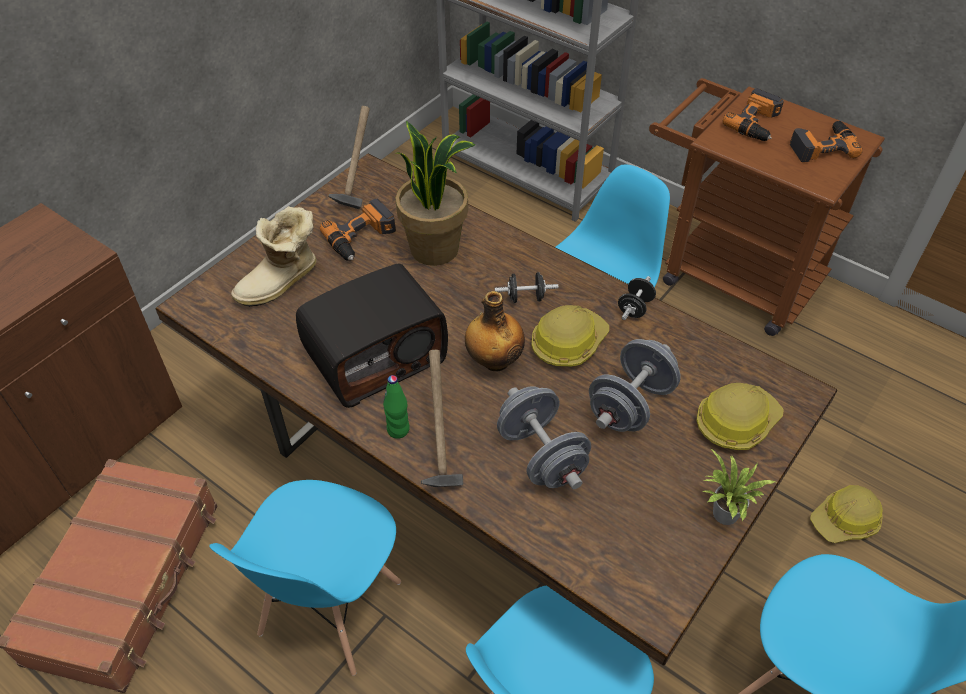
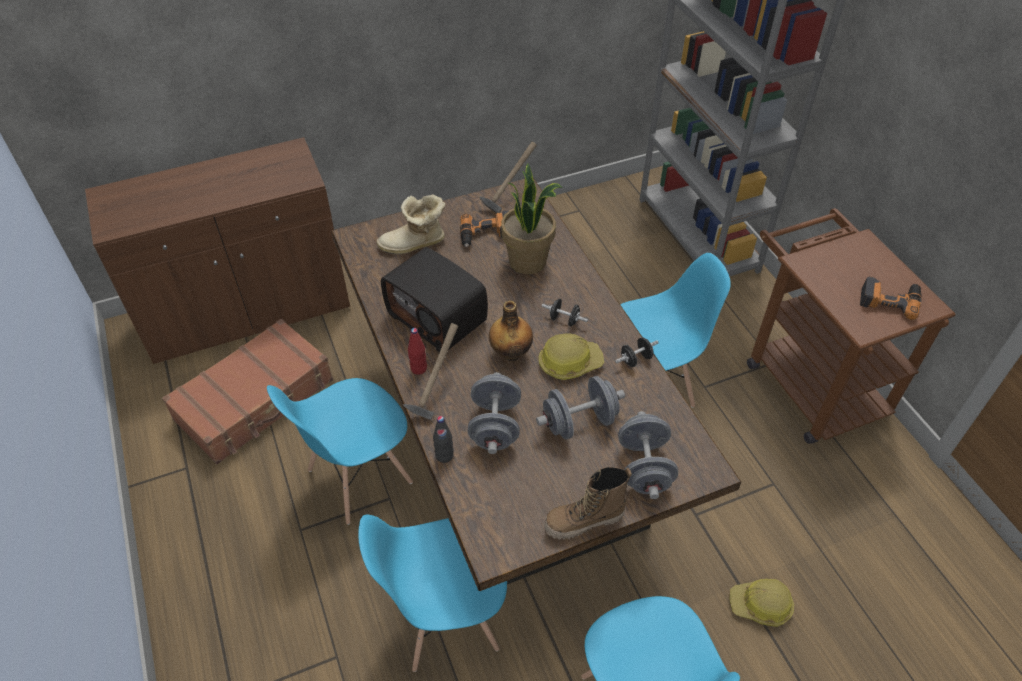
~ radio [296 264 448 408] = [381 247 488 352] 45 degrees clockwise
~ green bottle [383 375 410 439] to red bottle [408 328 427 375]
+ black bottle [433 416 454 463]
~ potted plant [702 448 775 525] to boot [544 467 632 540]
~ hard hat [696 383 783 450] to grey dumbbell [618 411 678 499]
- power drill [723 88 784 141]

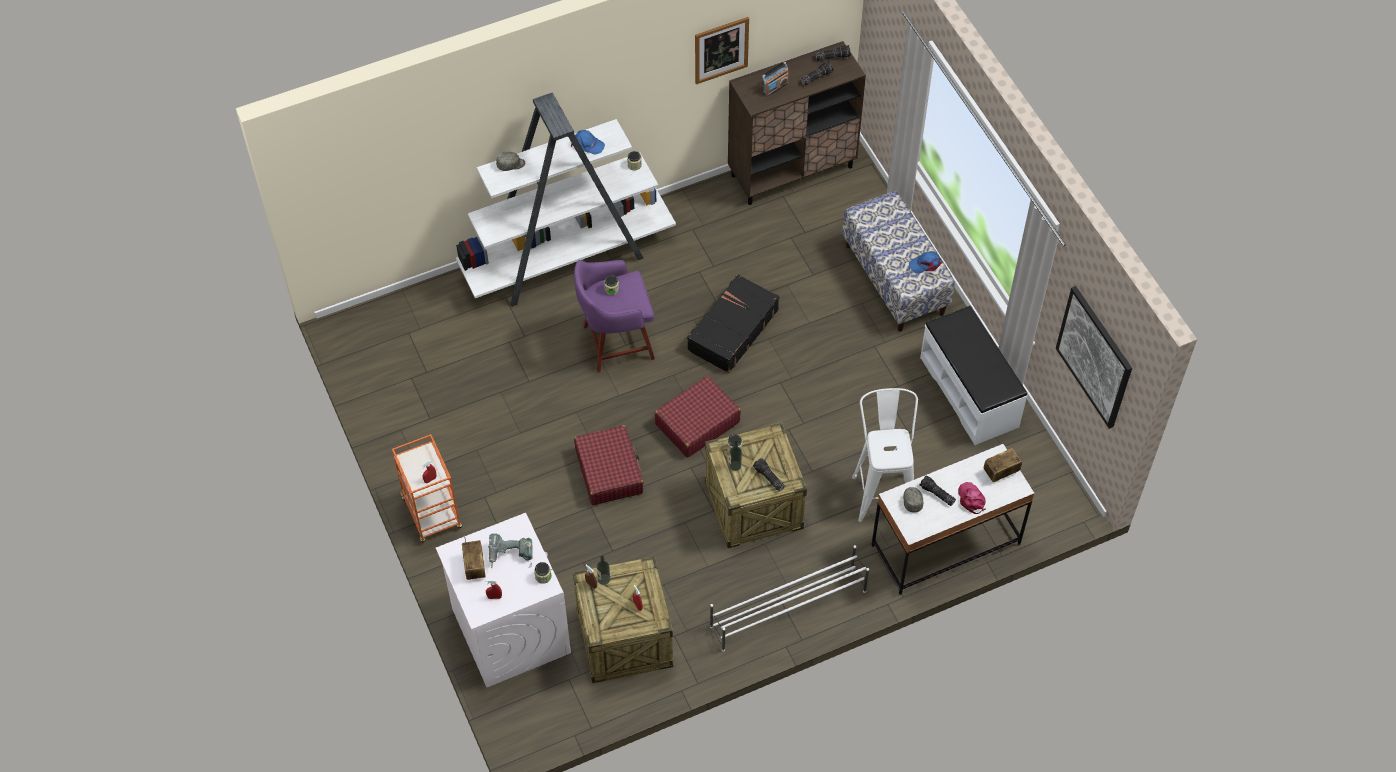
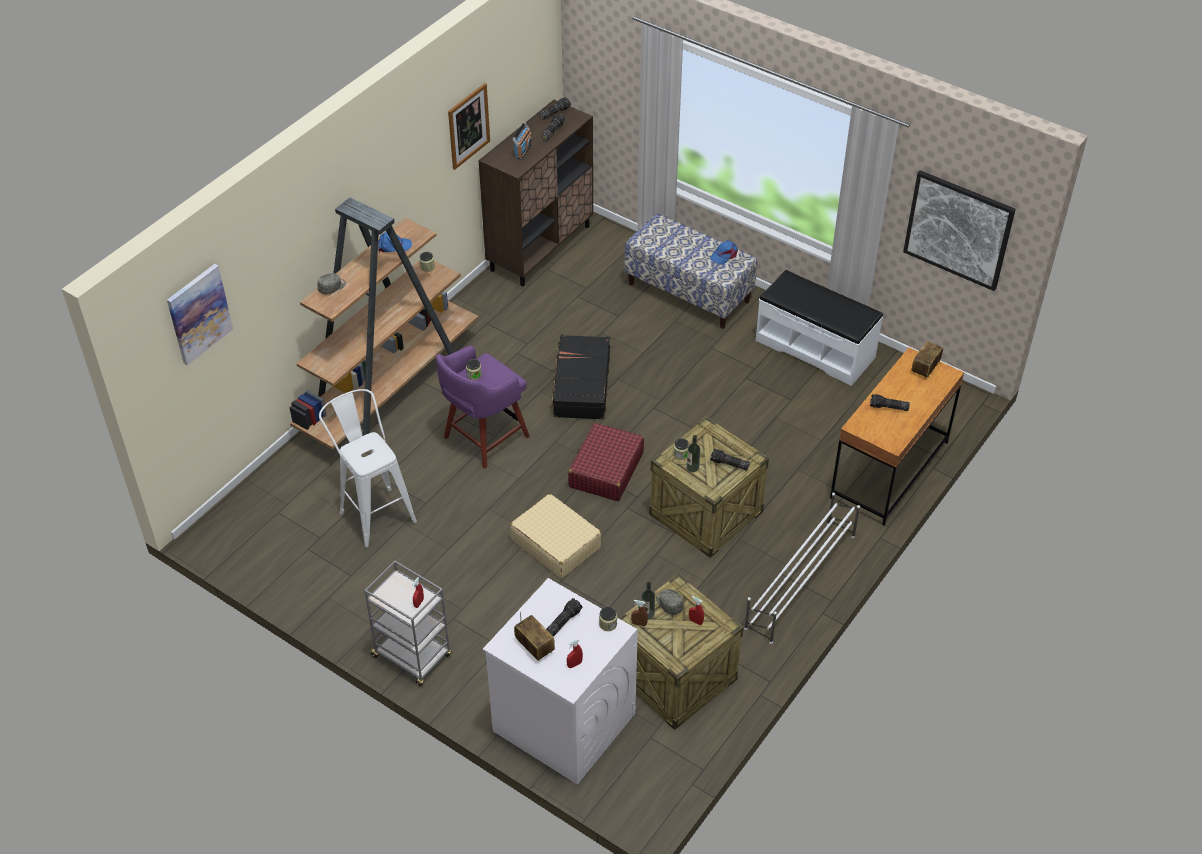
+ picture [167 264 233 365]
~ white bookcase [456 92 676 307] to brown bookcase [289 197 478 450]
~ white stool [852 388 918 522] to [319 389 417 547]
~ orange cart [392 434 462 543] to grey cart [364 561 452 686]
~ red suitcase [574 425 644 505] to beige suitcase [510 494 602 578]
~ power drill [488 533 533 569] to flashlight [546 598 582 636]
~ grey cap [903 487 923 513] to [656 589 684 615]
~ white desk [871 444 1034 595] to brown desk [830 348 964 526]
- pink cap [958 482 986 514]

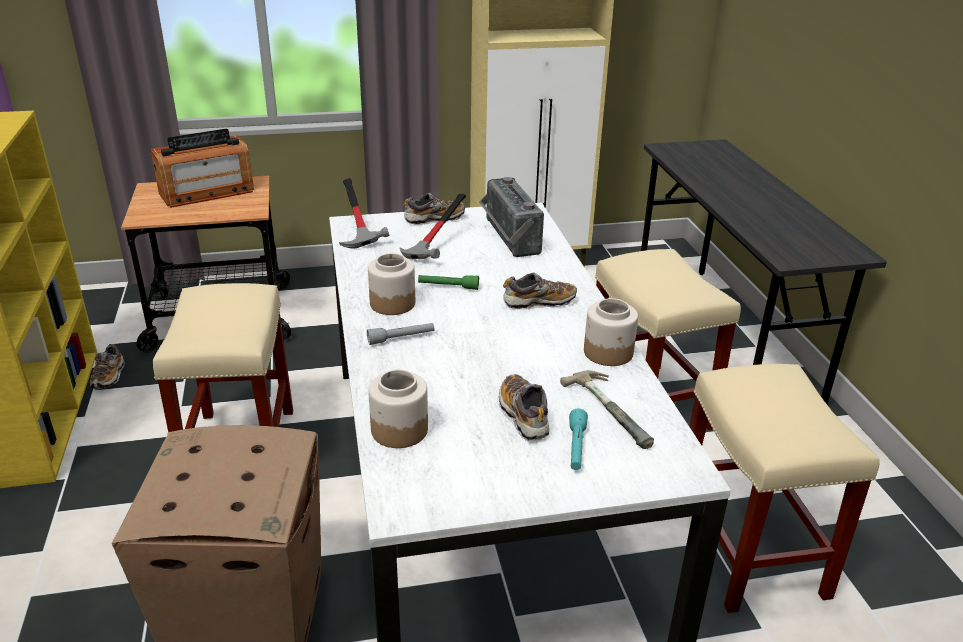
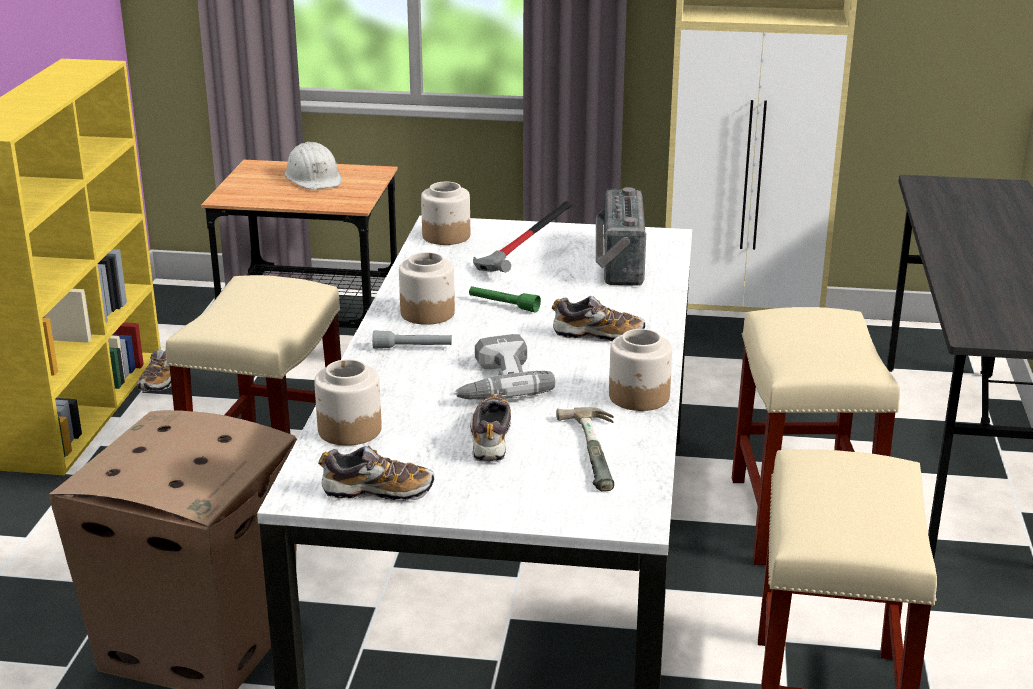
~ radio [150 129 254 208] to white hard hat [284 142 341 189]
~ shoe [403 193 465 225] to [318 446 435 501]
~ hammer [339 178 390 249] to jar [421 182 470 245]
+ power drill [454 334 555 400]
- turquoise flashlight [569 408 588 470]

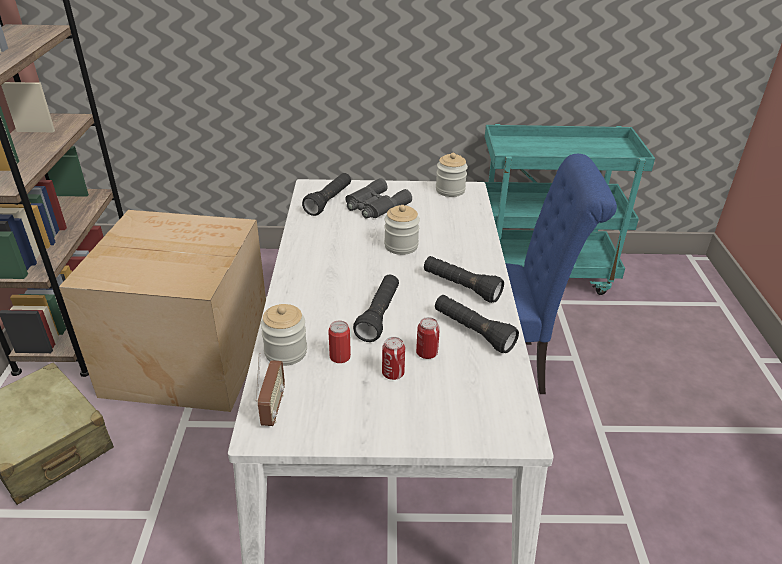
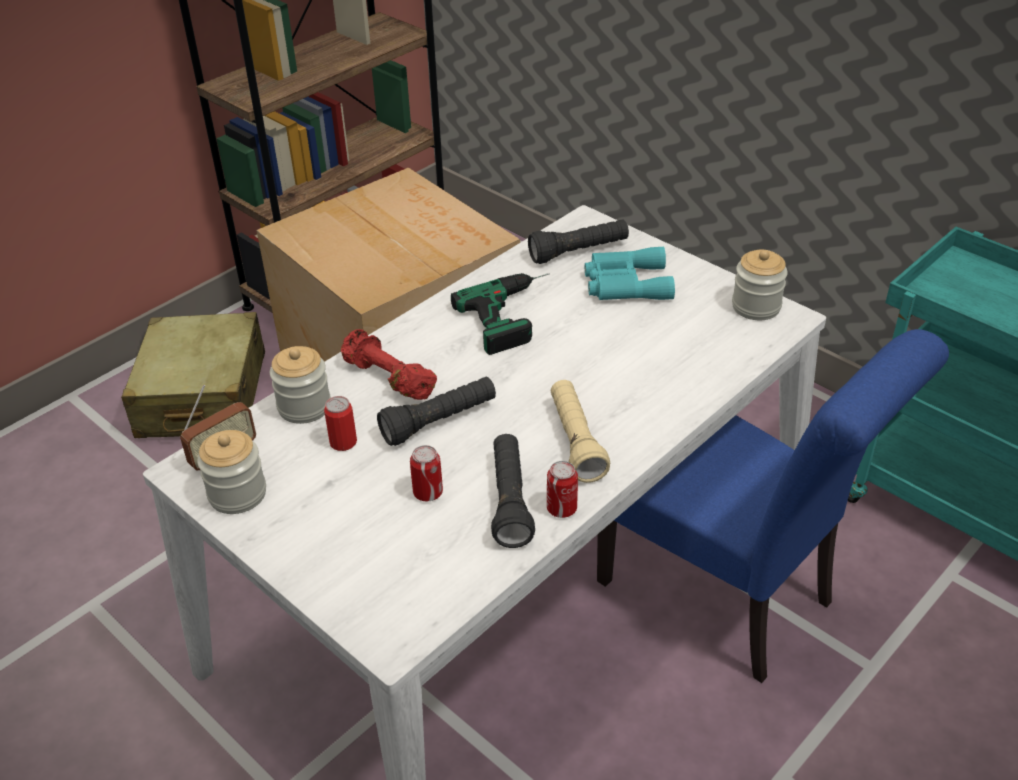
~ jar [384 205 420 255] to [197 430 266 514]
+ red dumbbell [341 329 437 400]
+ power drill [451 273 550 355]
~ can [382 337 405 380] to [547 461 578 518]
~ black flashlight [424 256 504 303] to beige flashlight [551 380 610 483]
~ grey binoculars [346 178 412 219] to turquoise binoculars [585 247 675 300]

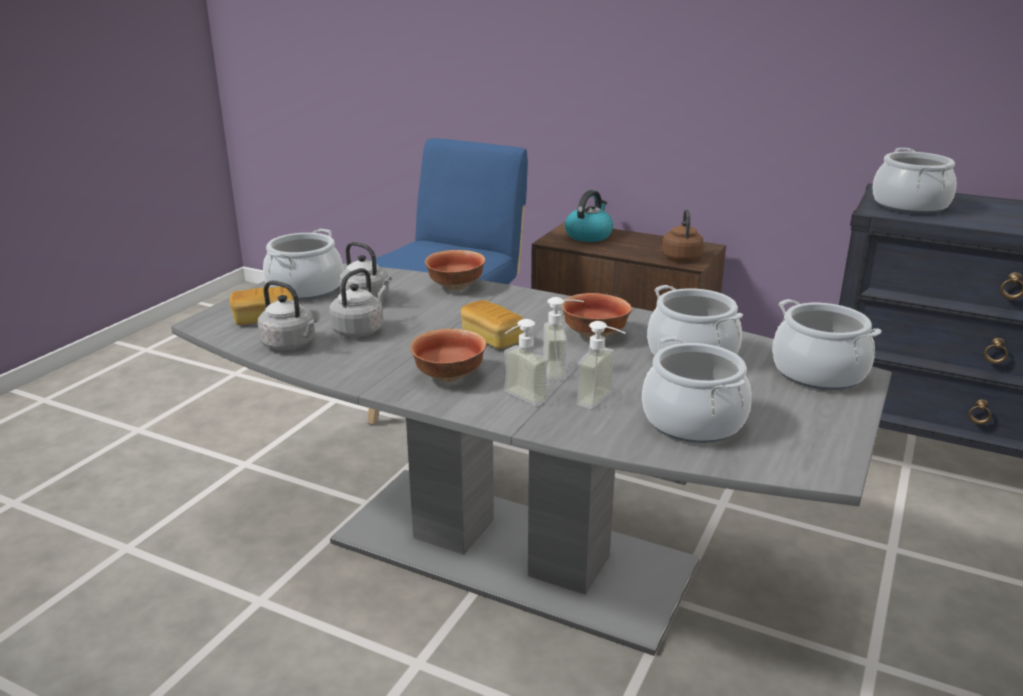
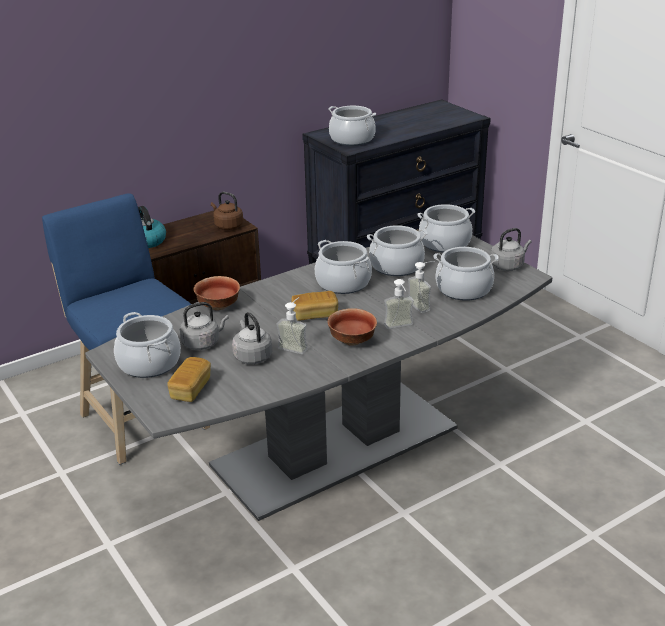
~ soap dispenser [543 297 584 380] to [276 297 308 354]
~ bowl [562 293 632 339] to cooking pot [315 240 372 294]
~ grey kettle [257 280 317 350] to [490 228 532 271]

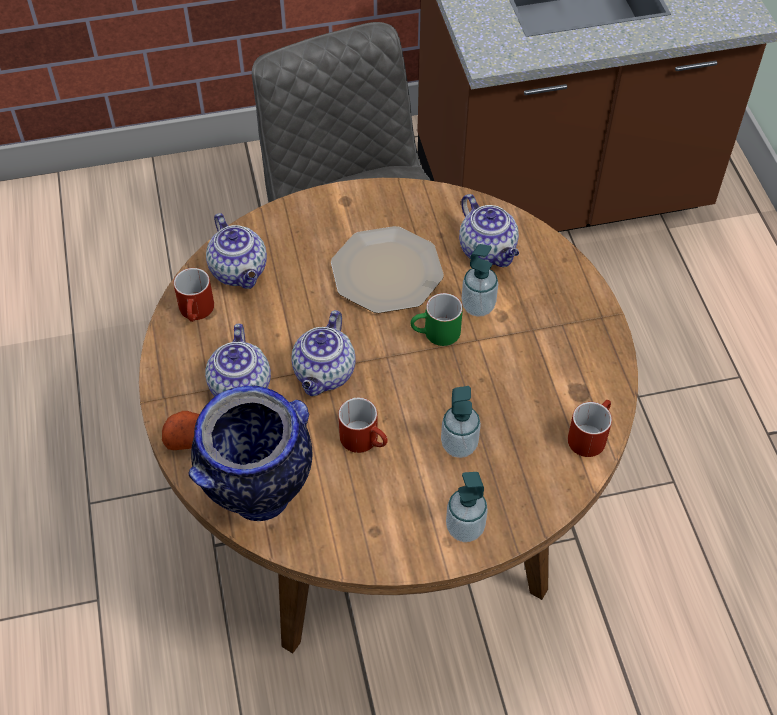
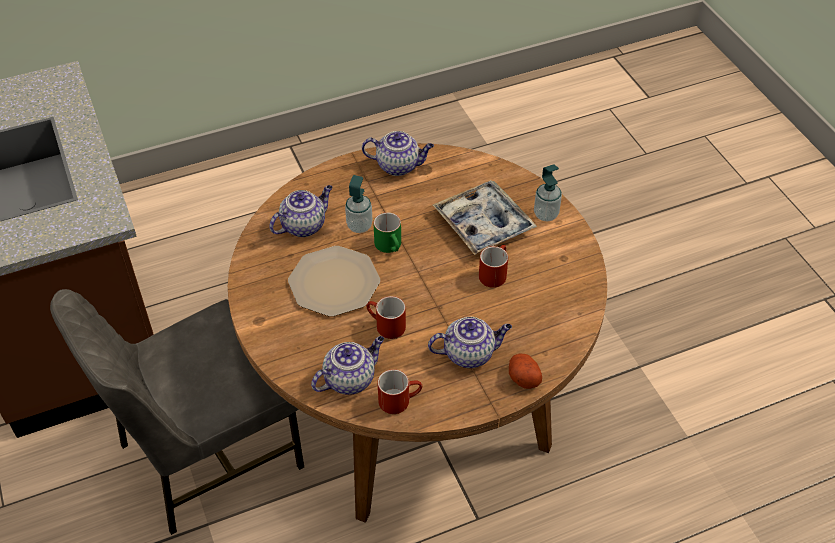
~ teapot [291 310 356 396] to [362 131 434 176]
~ red mug [568 400 612 457] to [366 296 406 339]
~ soap dispenser [441 386 481 458] to tray [433 180 537 255]
- vase [189 385 312 521]

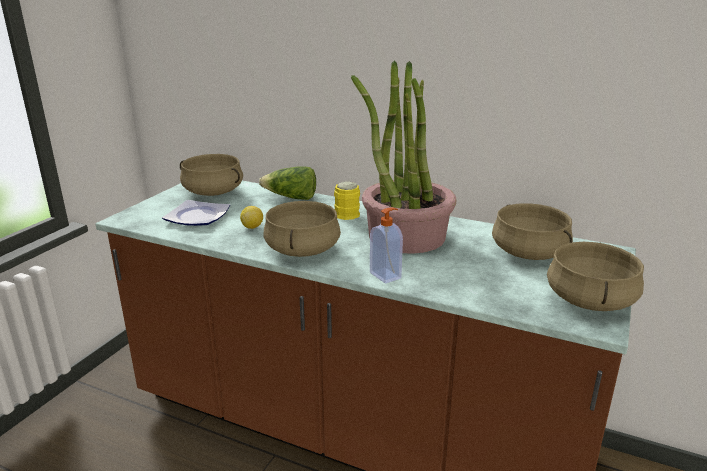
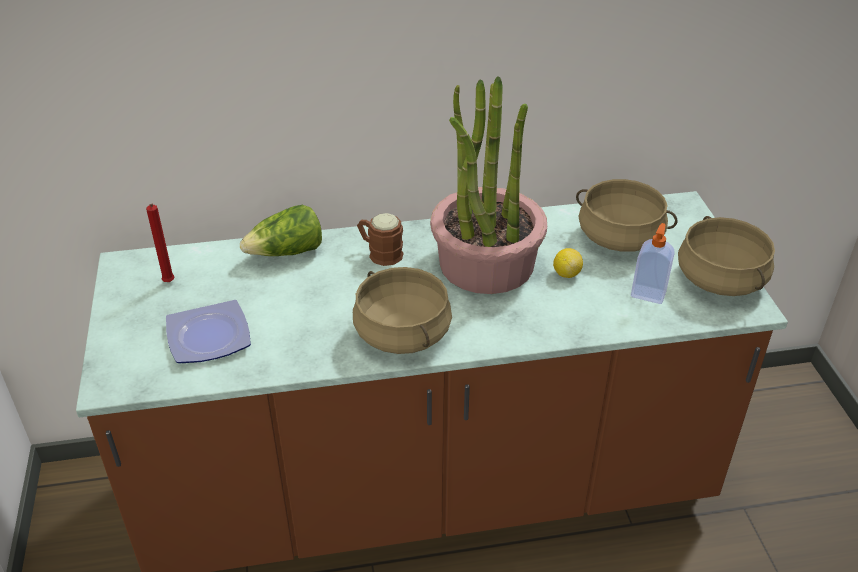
~ beige cooking pot [180 154 243 196] to red candle [146 203 175 282]
~ yellow mug [334 181 360 220] to brown mug [357 213 404 266]
~ lemon [240 206 263 229] to [553 248 583 278]
~ soap dispenser [370 207 403 283] to [631 223 675 304]

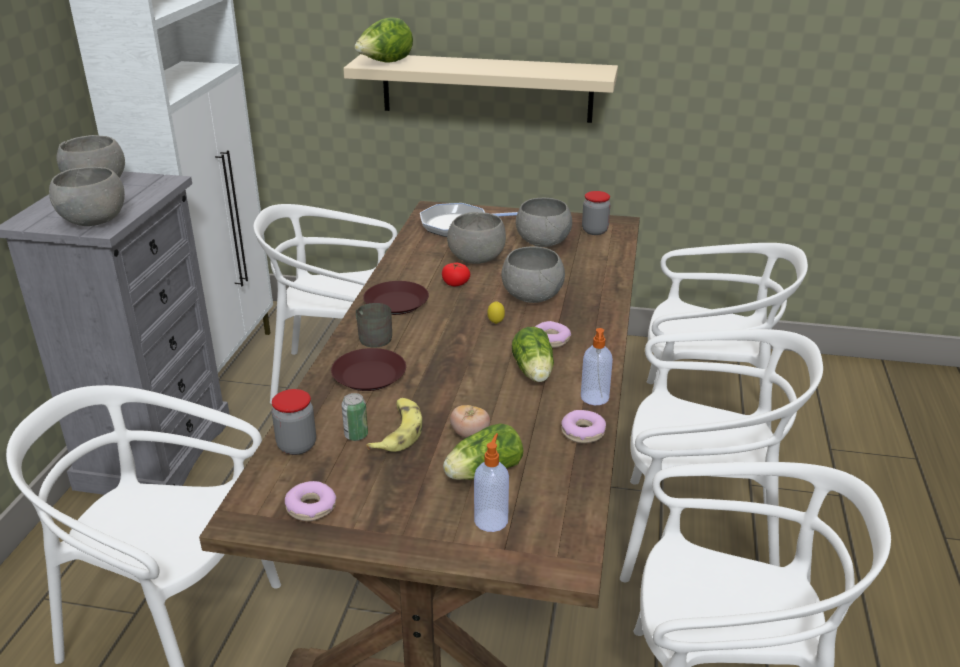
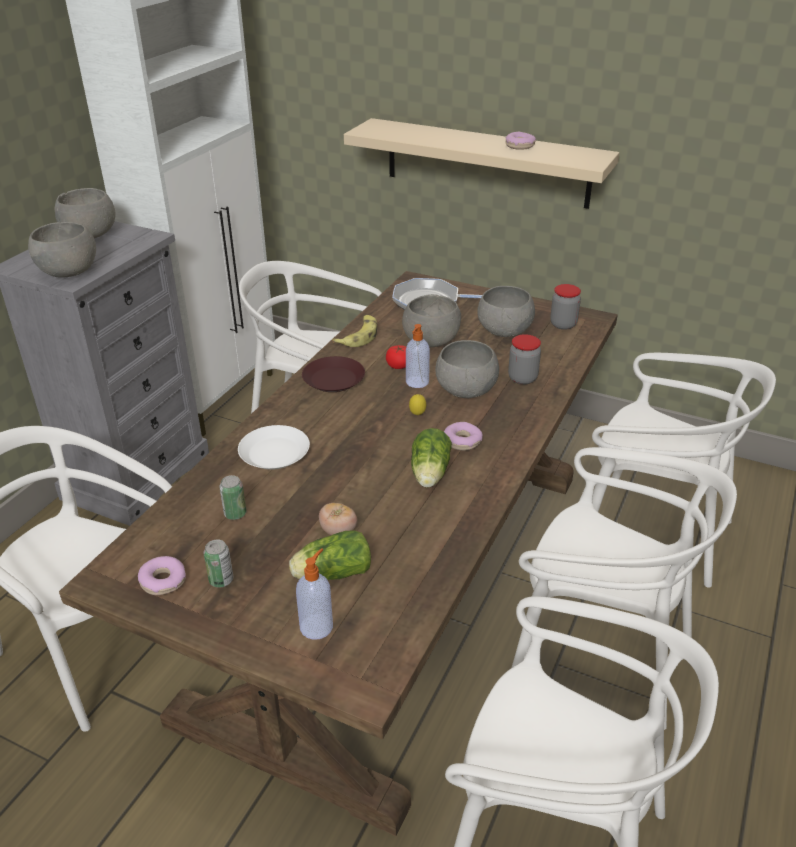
+ can [204 539 233 588]
~ brown plate [331 348 406 391] to white plate [238 425 310 470]
~ banana [366 398 422 452] to [332 315 377 347]
~ soap dispenser [581 328 613 405] to [406 324 430 388]
~ donut [561 410 606 443] to [505 132 536 150]
~ jar [272 389 316 455] to [508 334 541 385]
- lettuce [355 17 413 62]
- grey mug [356 303 392 348]

